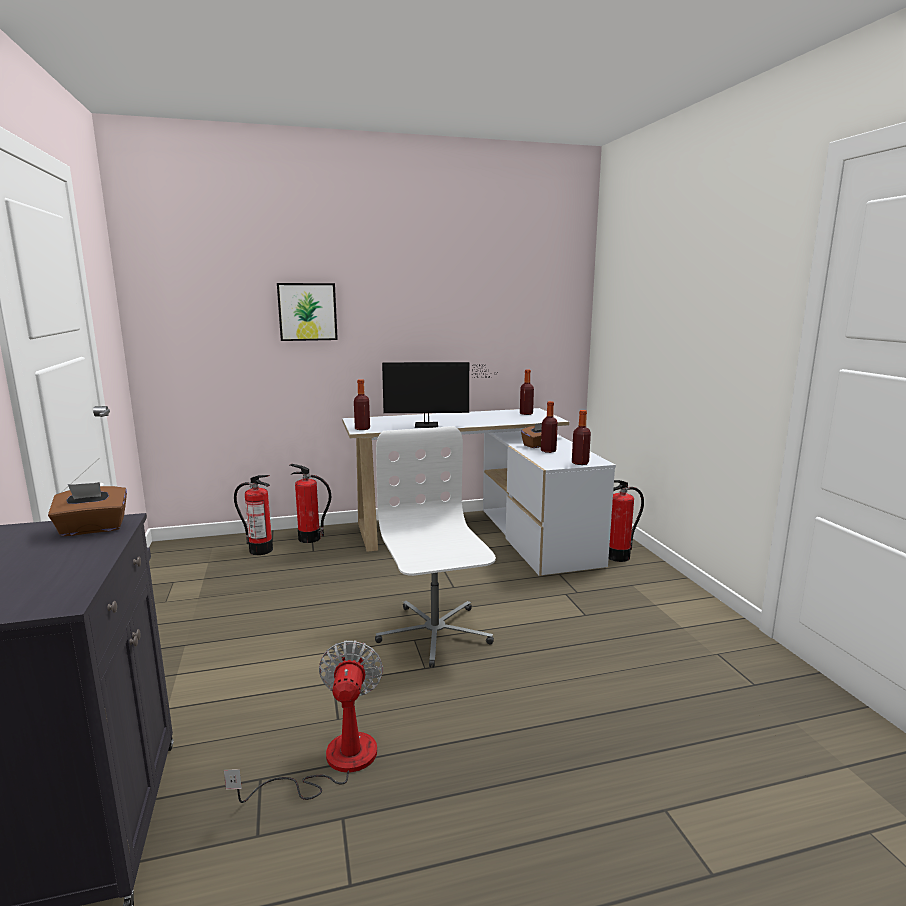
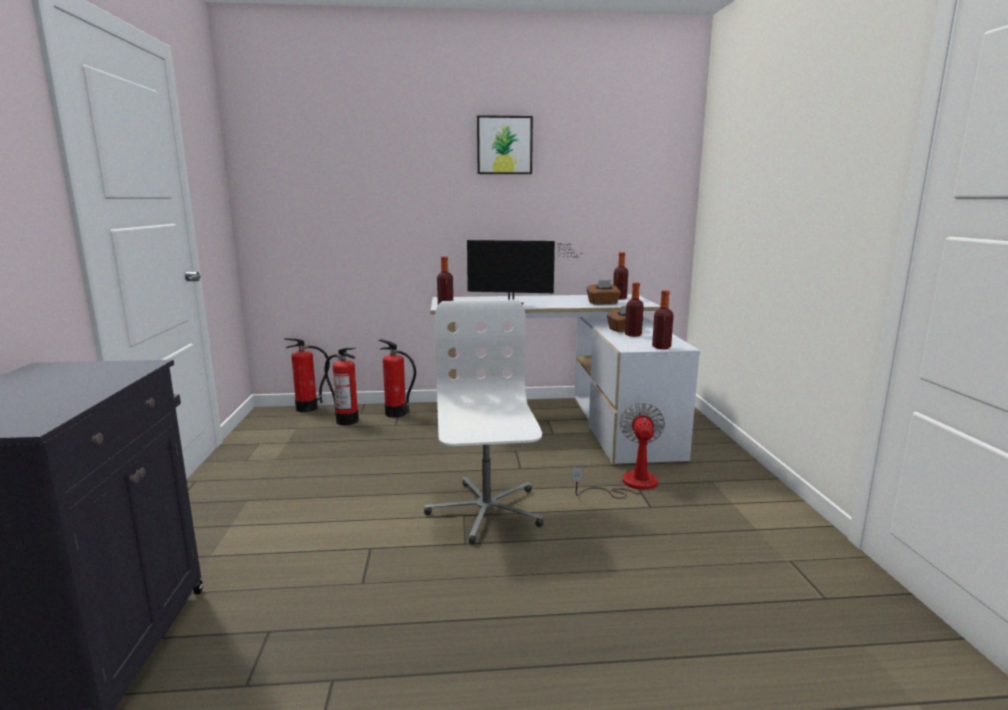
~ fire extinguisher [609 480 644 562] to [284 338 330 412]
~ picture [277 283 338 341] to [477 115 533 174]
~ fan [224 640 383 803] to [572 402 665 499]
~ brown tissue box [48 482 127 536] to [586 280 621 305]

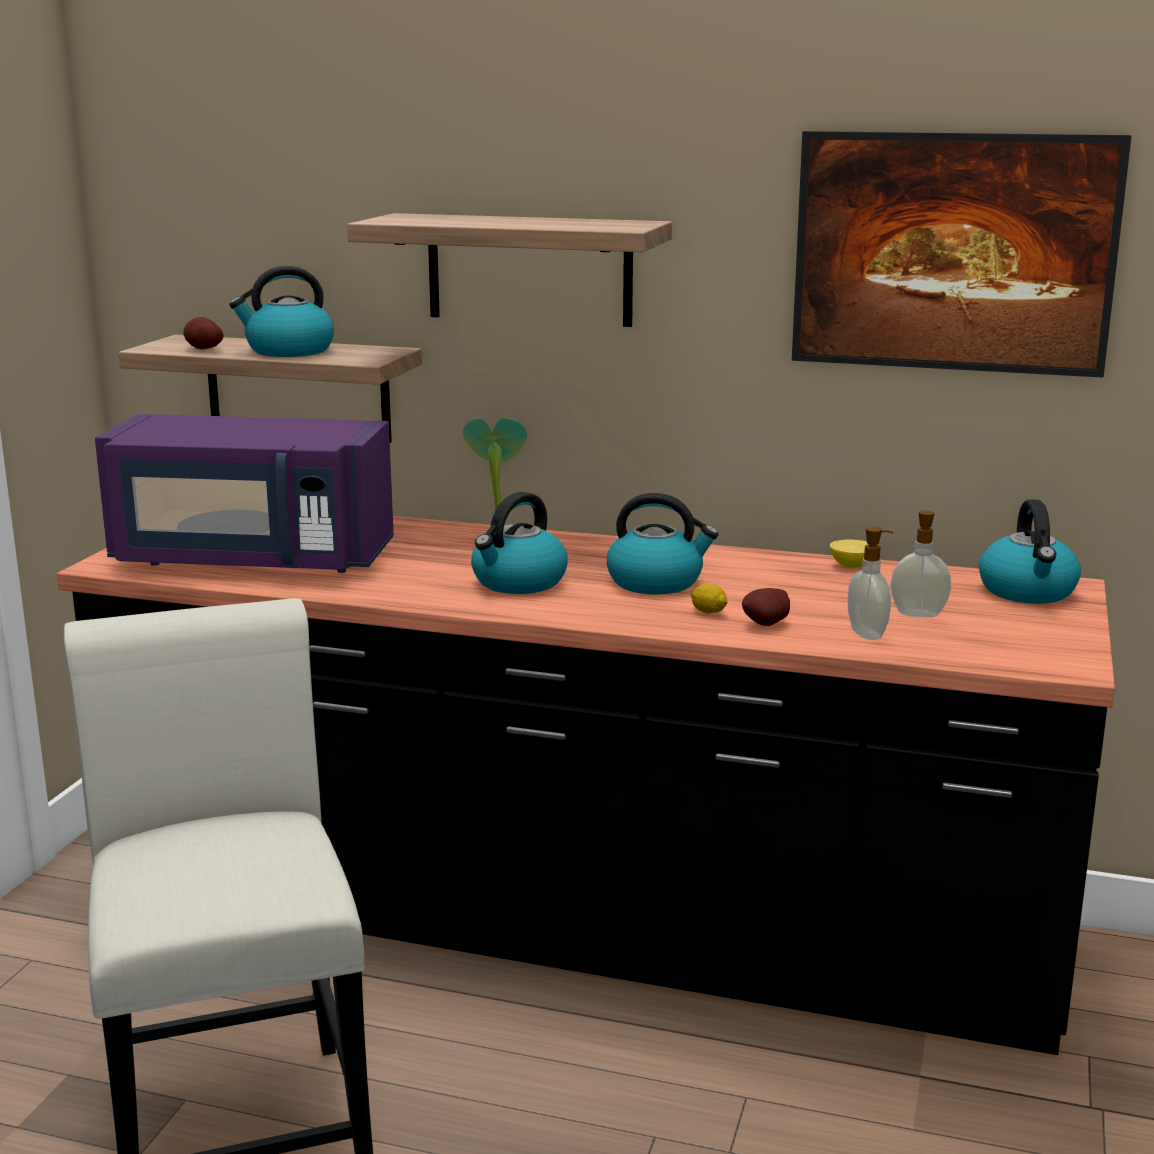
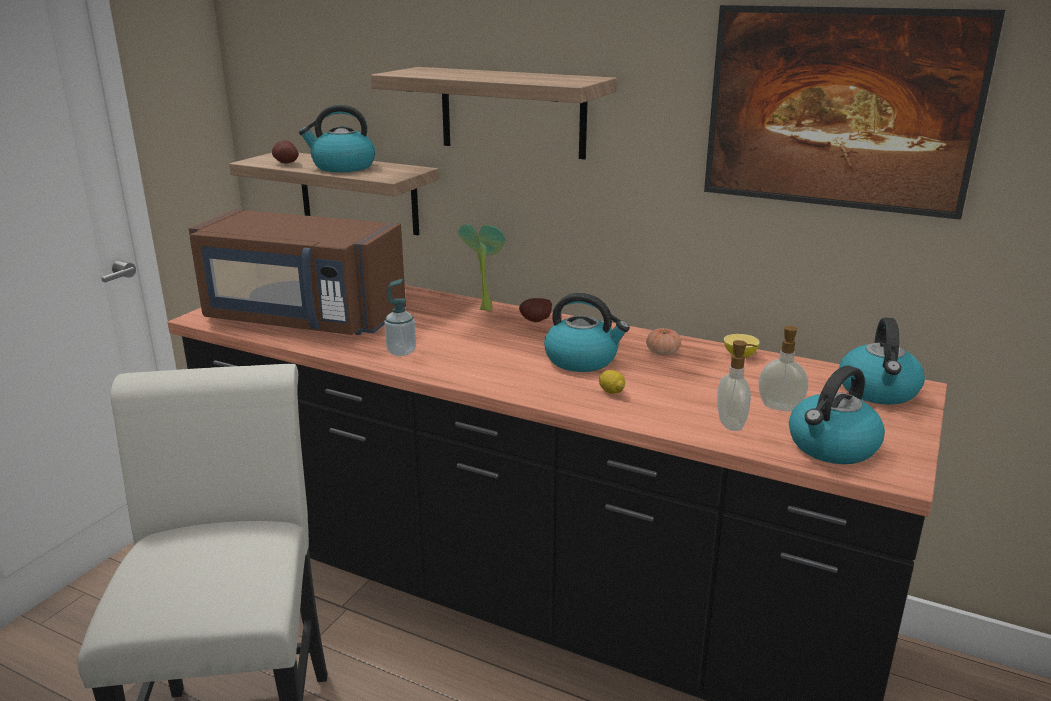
~ purple microwave [95 414 394 573] to brown microwave [189 209 406 335]
+ soap dispenser [384 279 416 356]
~ potato [742 588 790 626] to [519 298 552 322]
+ tomato [646 328 681 356]
~ kettle [471 492 568 594] to [789 365 885 464]

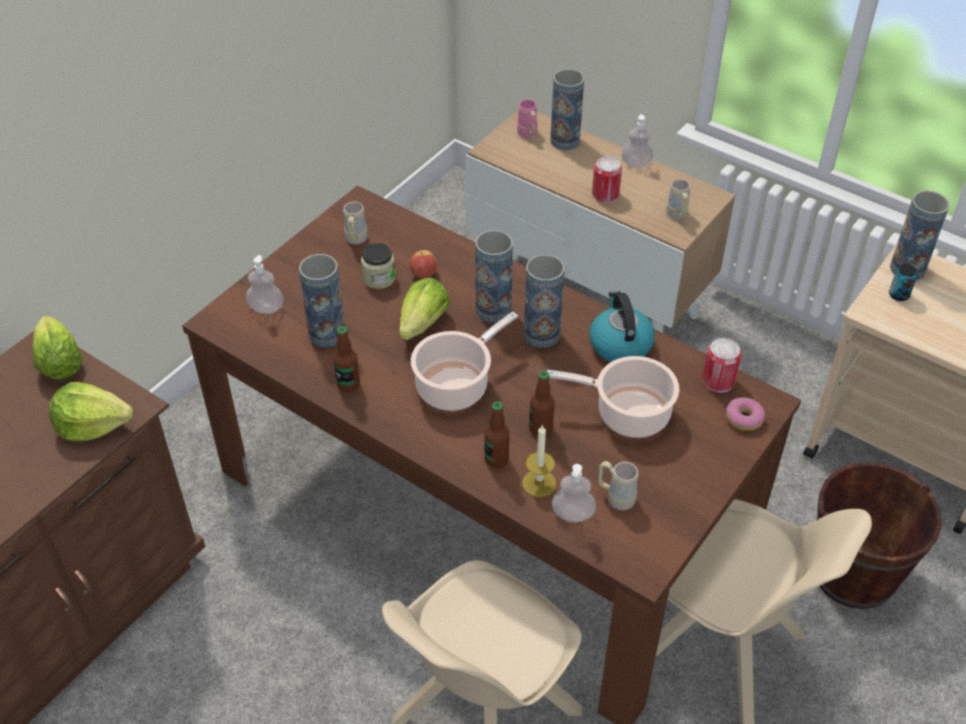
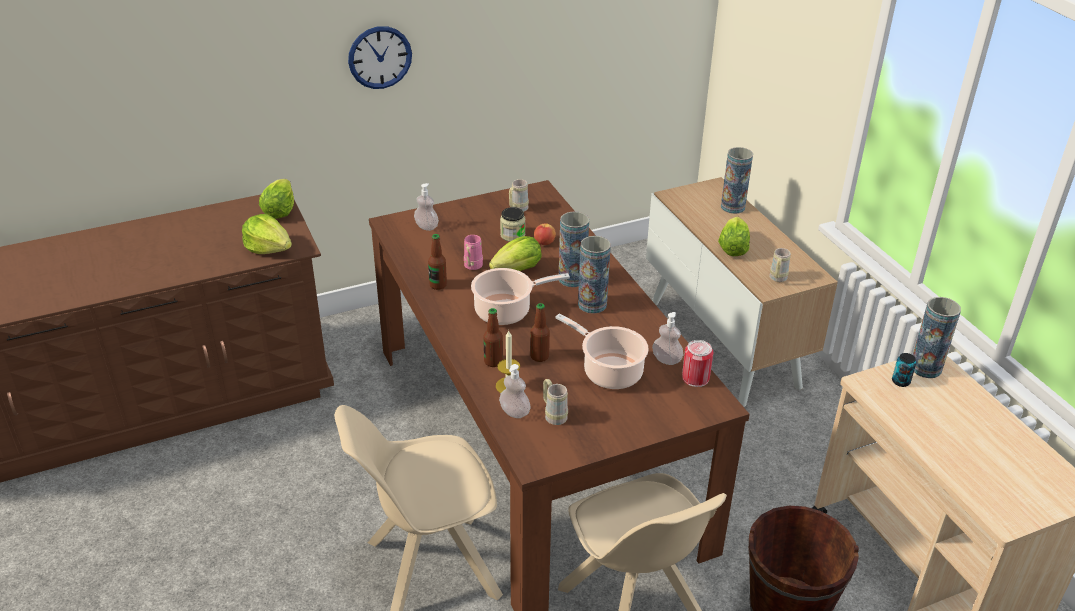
+ wall clock [348 26 412 89]
~ pink mug [517 99 537 138] to [464 235 483 270]
~ soap dispenser [621 114 654 167] to [652 312 683 365]
~ can [592 156 622 203] to lettuce [718 217 750 256]
- vase [299 254 345 347]
- kettle [589 290 655 362]
- donut [726 397 765 431]

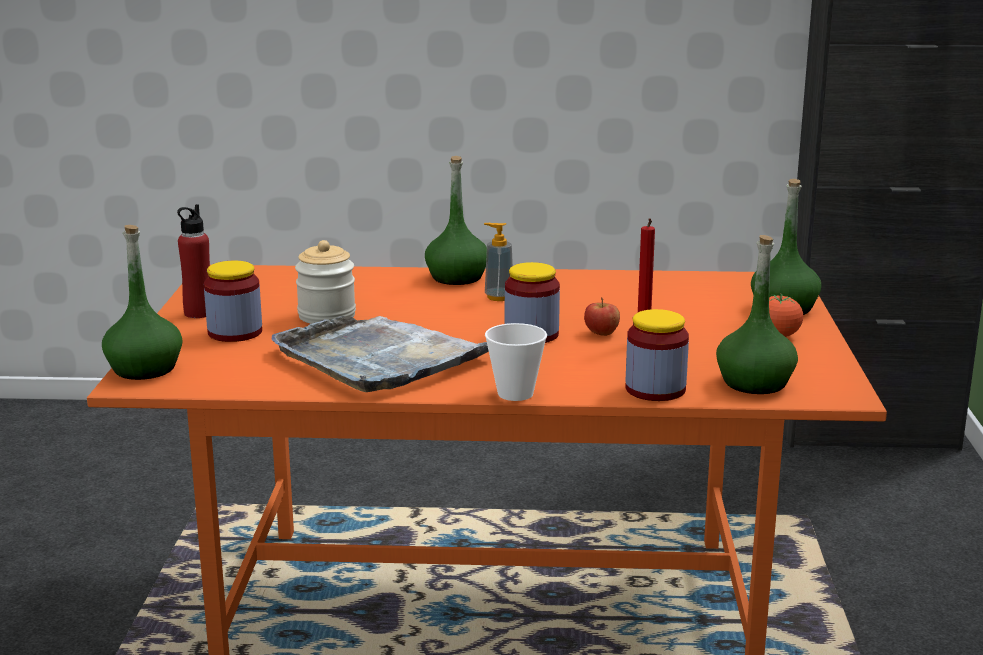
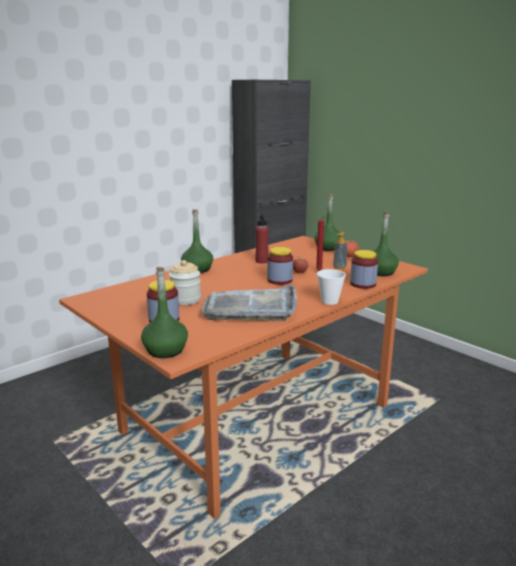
~ red bottle [177 204 210 318] to [255 213 269 263]
~ soap dispenser [484 223 513 301] to [333 232 347 270]

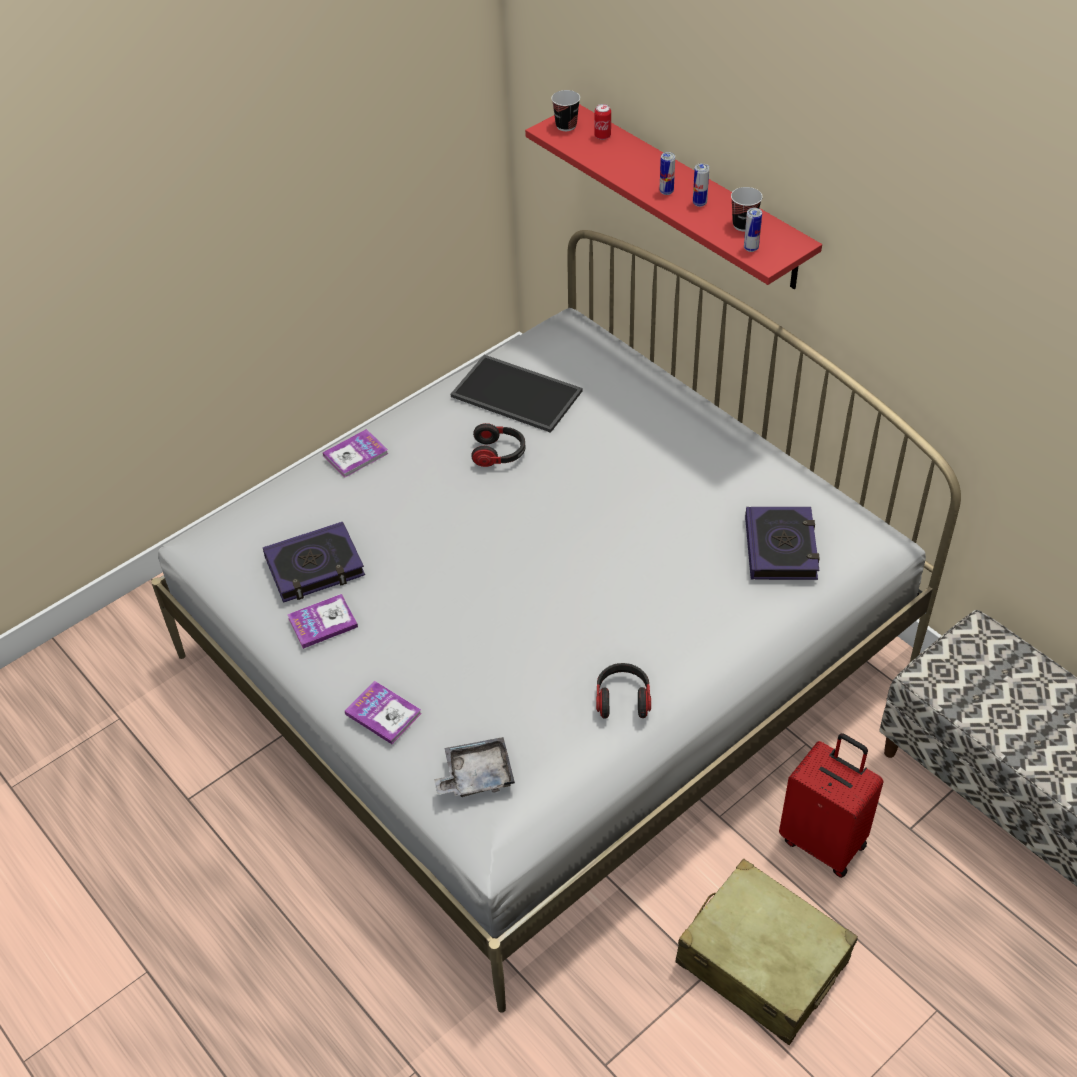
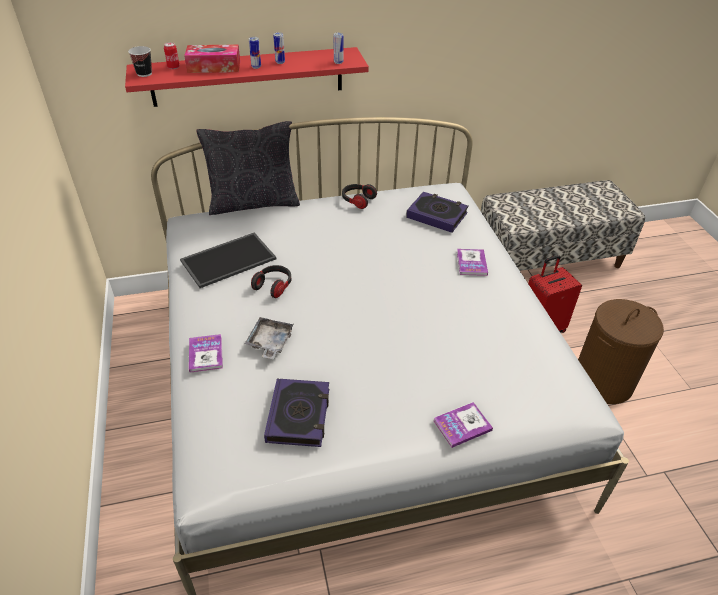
+ tissue box [184 44 240 73]
+ black pillow [196 121 300 215]
~ grey tray [434 737 515 797] to [245 317 294 359]
~ headphones [596 663 651 718] to [342 184 377 209]
~ book [287 594 358 649] to [457 249 488 276]
~ beige suitcase [676 859 858 1045] to brown laundry basket [578 299 664 404]
- cup [731 187 763 232]

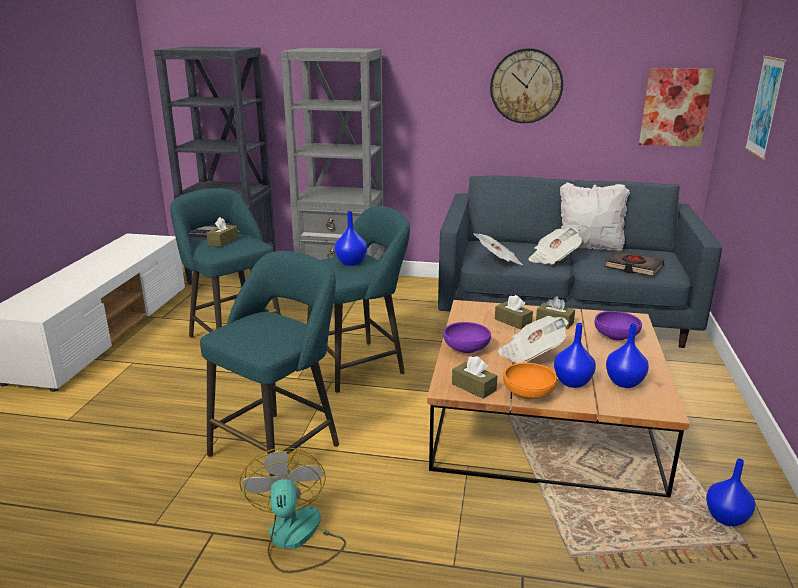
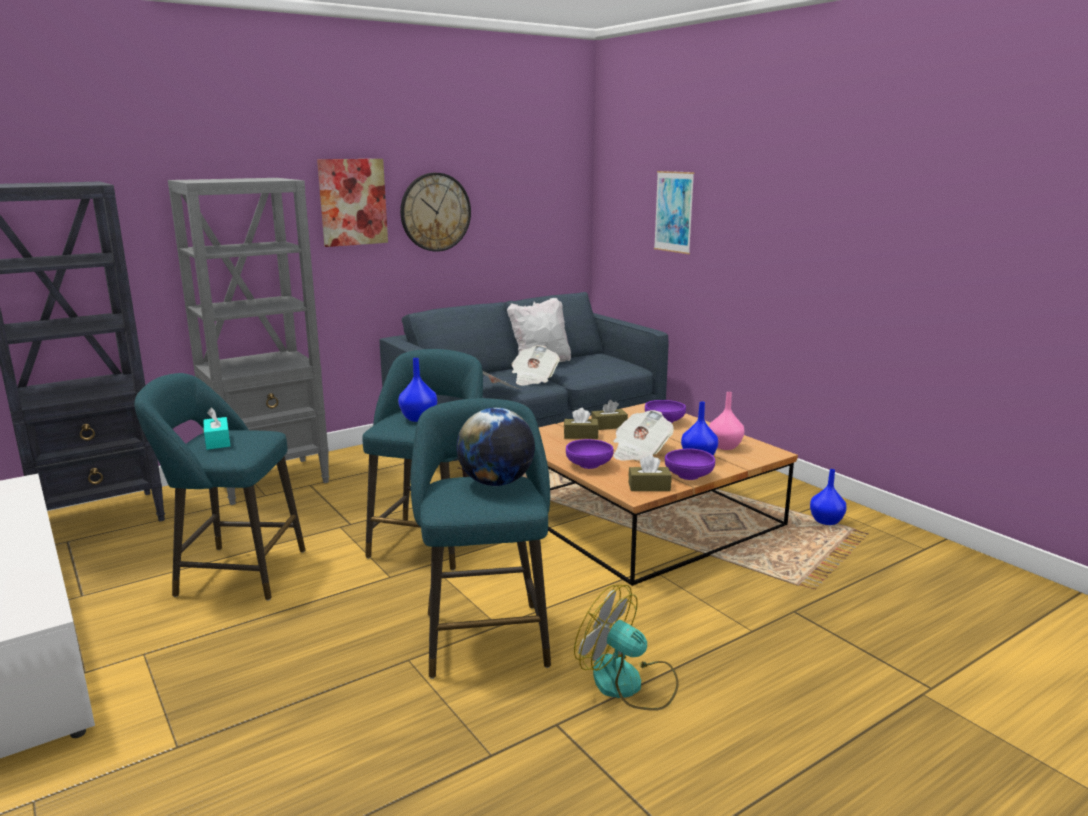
~ brown tissue box [207 217 239 247] to turquoise tissue box [203 408 230 450]
~ picture [639 68 715 147] to [317 159 388 247]
+ globe [456 408 535 486]
~ orange bowl [503 363 557 399] to purple bowl [665 448 715 480]
~ blue vase [606 323 649 388] to pink vase [709 392 744 450]
- black book [605 250 664 276]

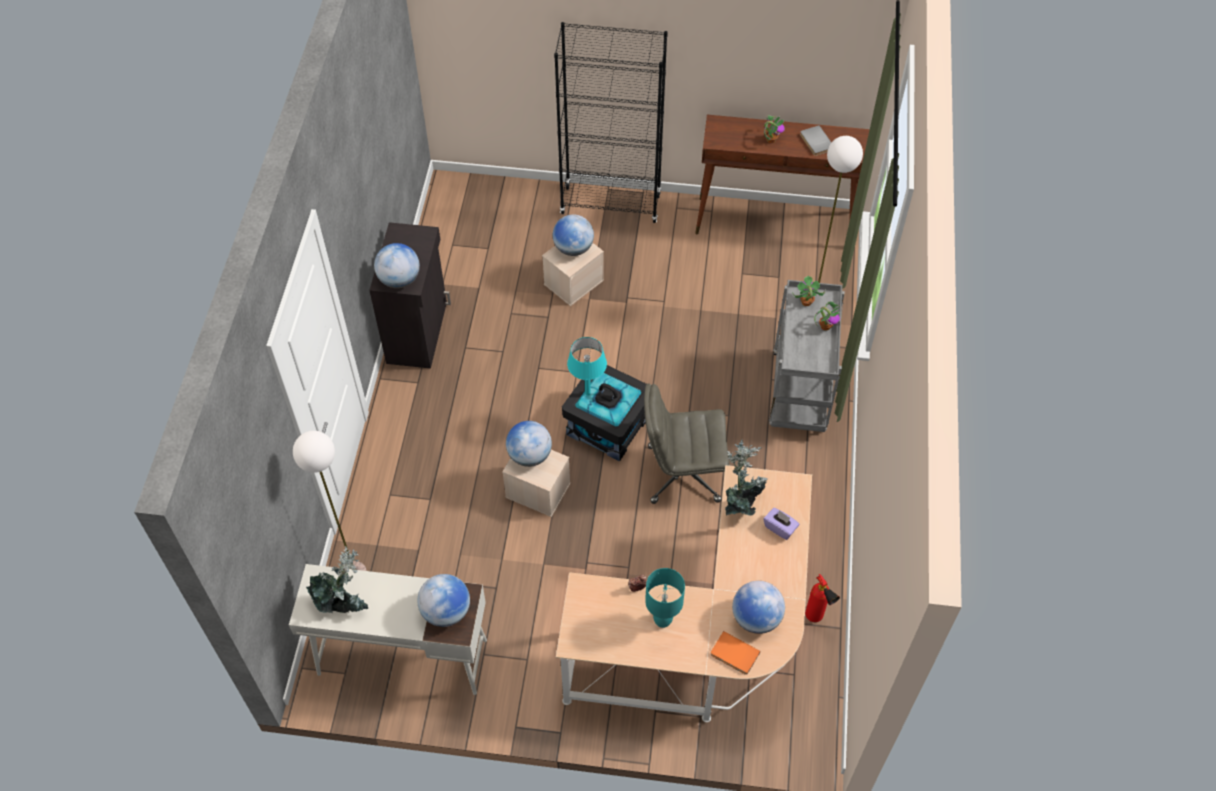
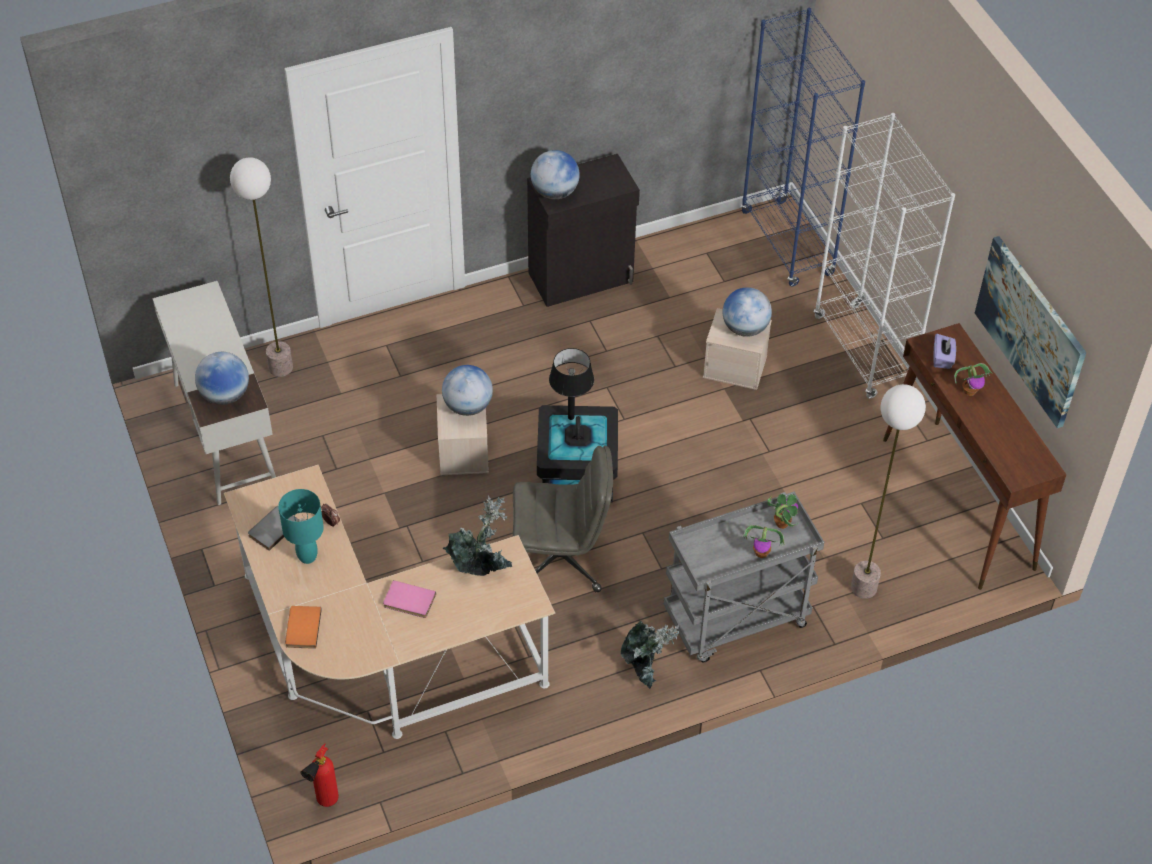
~ grey book [800 125 832 156] to [248 506 299 551]
~ fire extinguisher [805 574 840 622] to [301 744 339 807]
+ pink book [383 580 436 618]
~ grey office chair [644 383 730 504] = [513 445 613 592] 120 degrees clockwise
~ turquoise table lamp [567 337 607 396] to black table lamp [549 348 594 420]
~ potted plant [307 546 369 613] to [621 621 679 689]
+ blue bookcase [741 8 865 286]
~ black bookcase [554 22 668 223] to white bookcase [814 113 955 399]
~ purple tissue box [763 508 799 540] to [933 334 956 369]
+ picture [975 236 1087 428]
- globe [732 581 785 634]

